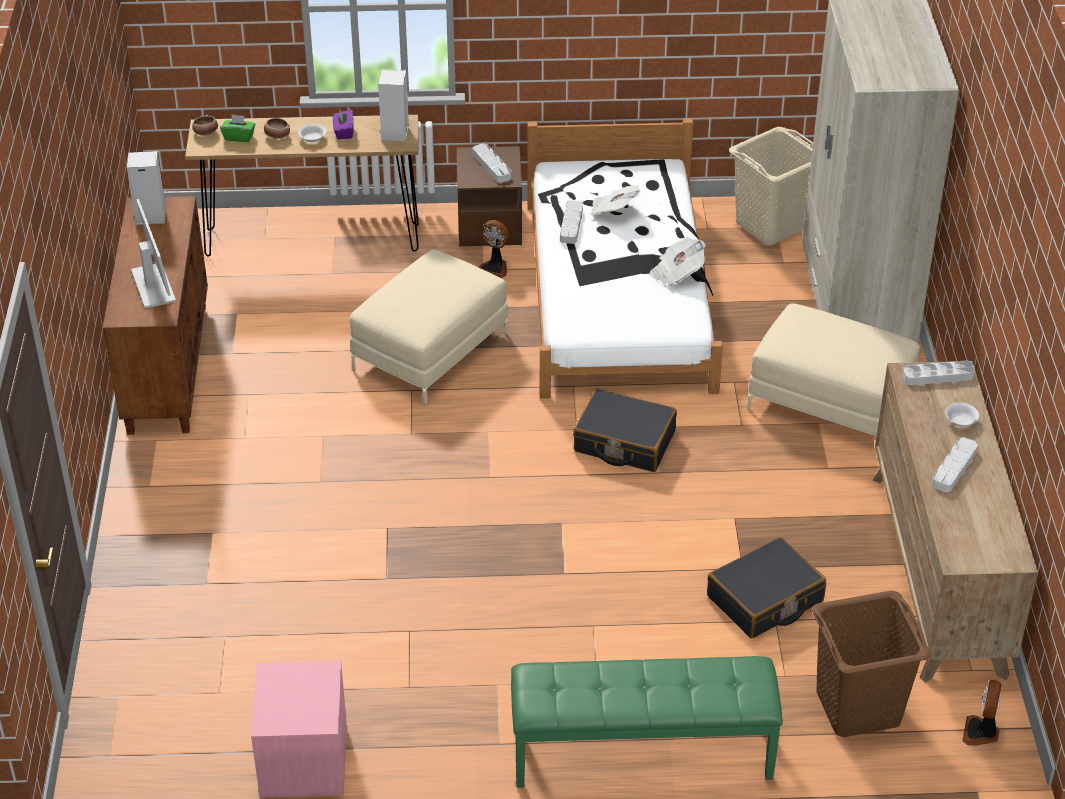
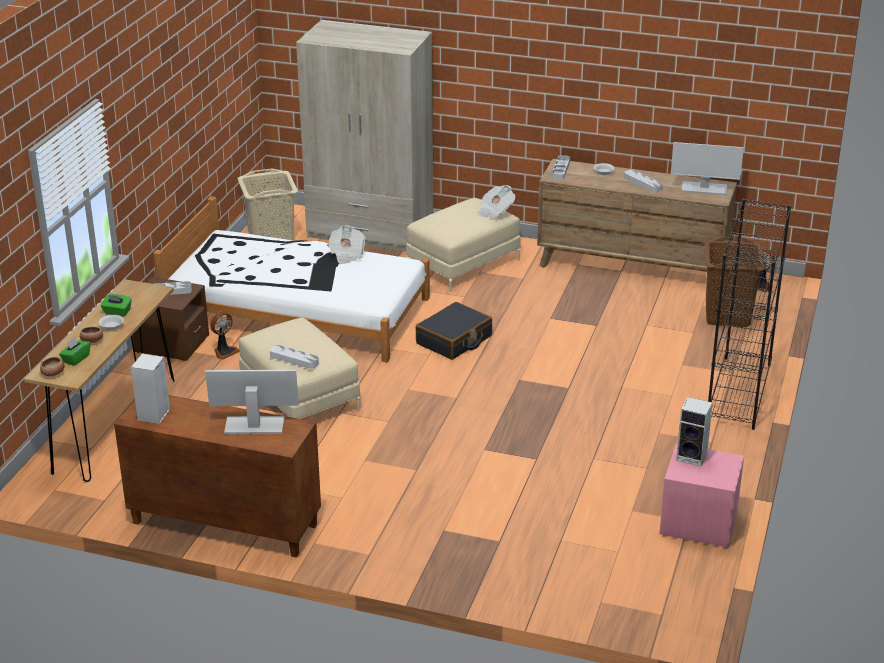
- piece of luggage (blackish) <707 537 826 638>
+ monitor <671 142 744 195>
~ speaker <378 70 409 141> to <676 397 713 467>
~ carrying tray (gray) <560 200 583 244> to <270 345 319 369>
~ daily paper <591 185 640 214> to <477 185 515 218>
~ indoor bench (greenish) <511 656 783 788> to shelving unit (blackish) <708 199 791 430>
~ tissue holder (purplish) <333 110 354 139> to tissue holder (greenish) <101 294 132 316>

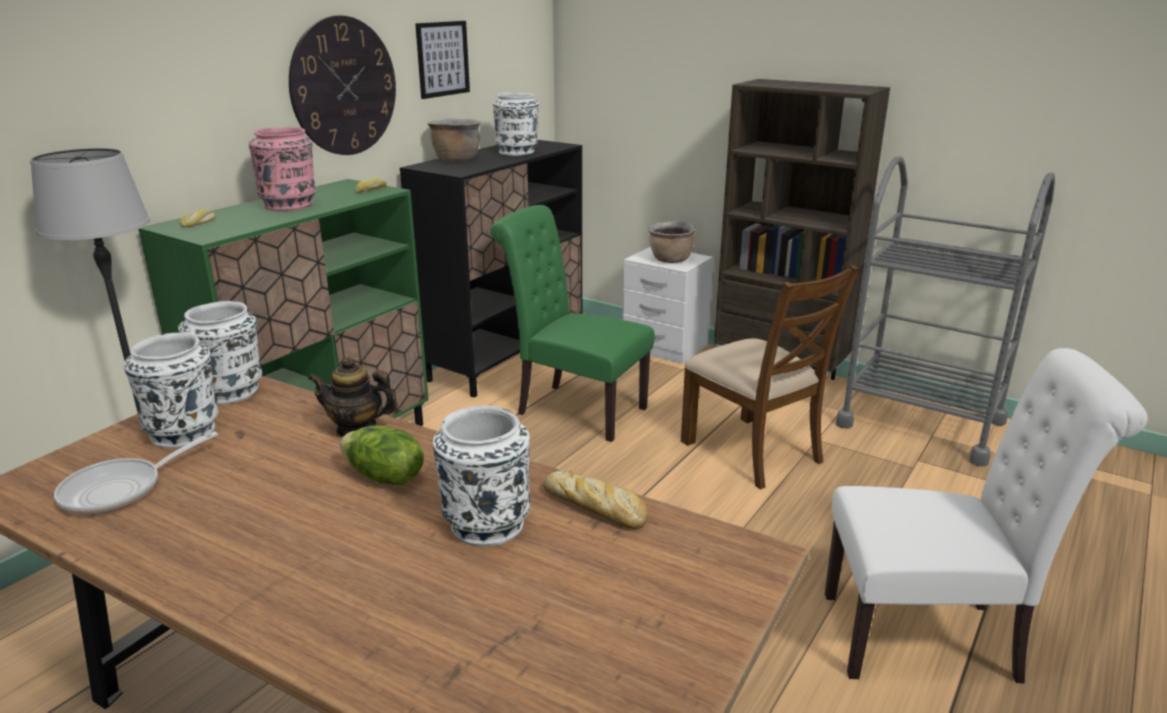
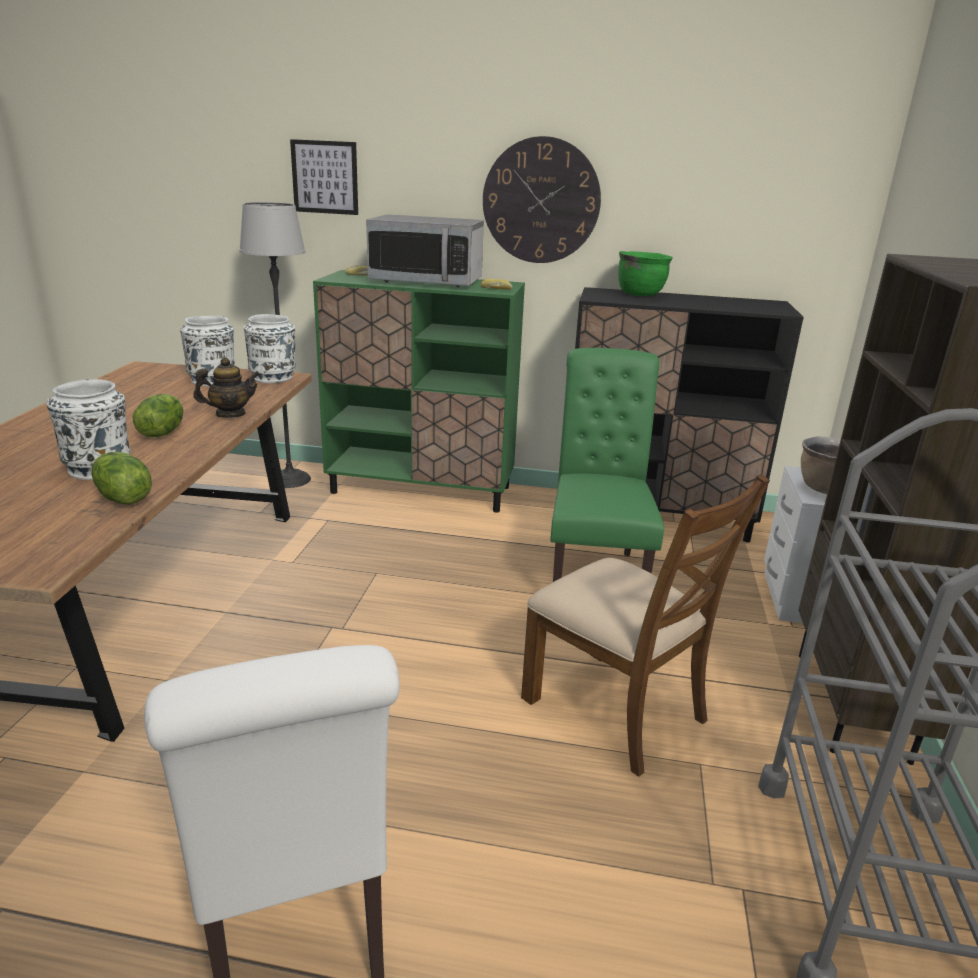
- skillet <54 432 218 515>
- decorative vase (whitish) <493 92 539 156>
~ wall picture <415 21 470 99> to <290 139 358 215>
~ decorative vase (pink) <249 127 316 211> to microwave <366 214 484 287>
~ bakery bread <544 470 648 529> to lettuce head <91 452 152 505>
~ cooking pot (brownish) <427 119 481 162> to cooking pot (greenish) <618 251 673 296>
~ teapot <308 357 397 437> = <193 357 260 418> 90 degrees clockwise
~ chair (brownish) <681 264 859 490> = <521 474 770 777> 75 degrees counterclockwise

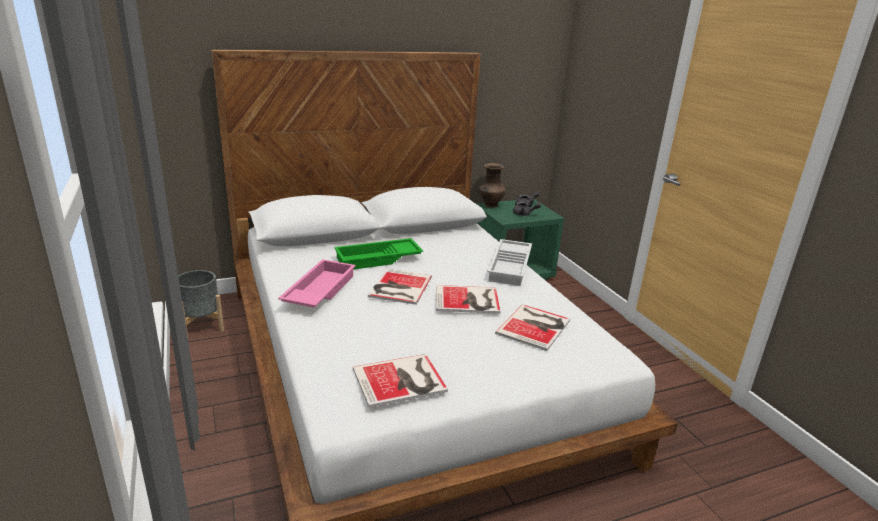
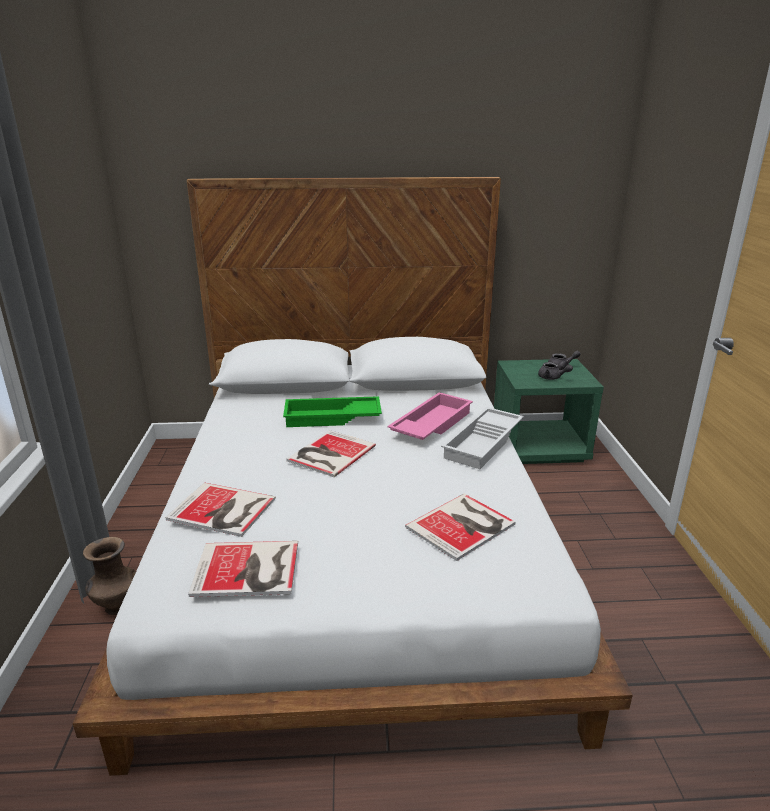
- planter (gray) <178 270 224 336>
~ carrying tray (pink) <278 259 356 308> to <388 392 473 440>
~ bound book <436 285 500 314> to <165 483 276 537>
~ decorative vase (brownish) <479 163 506 208> to <83 537 136 615>

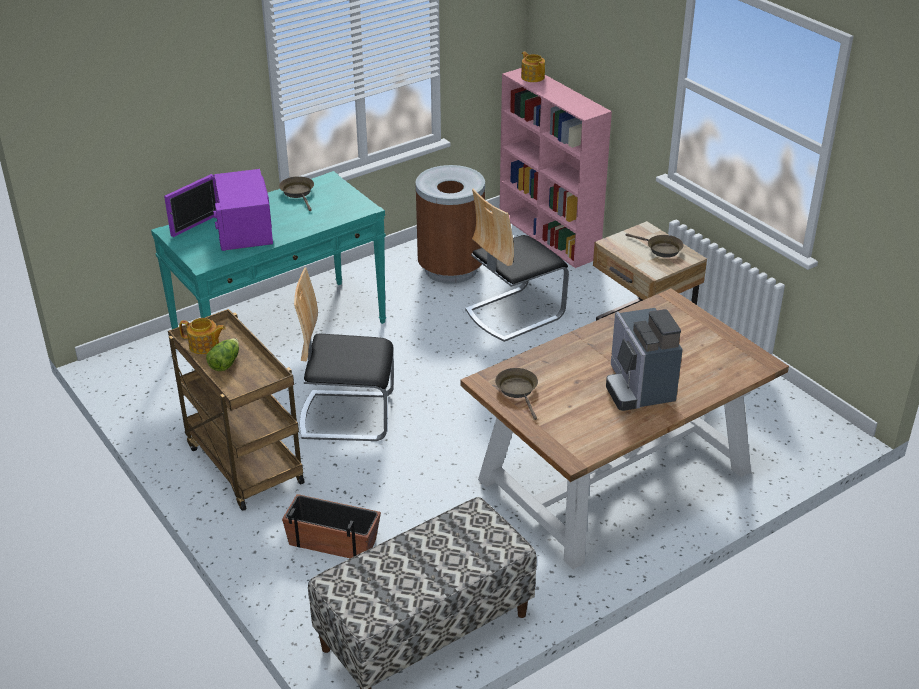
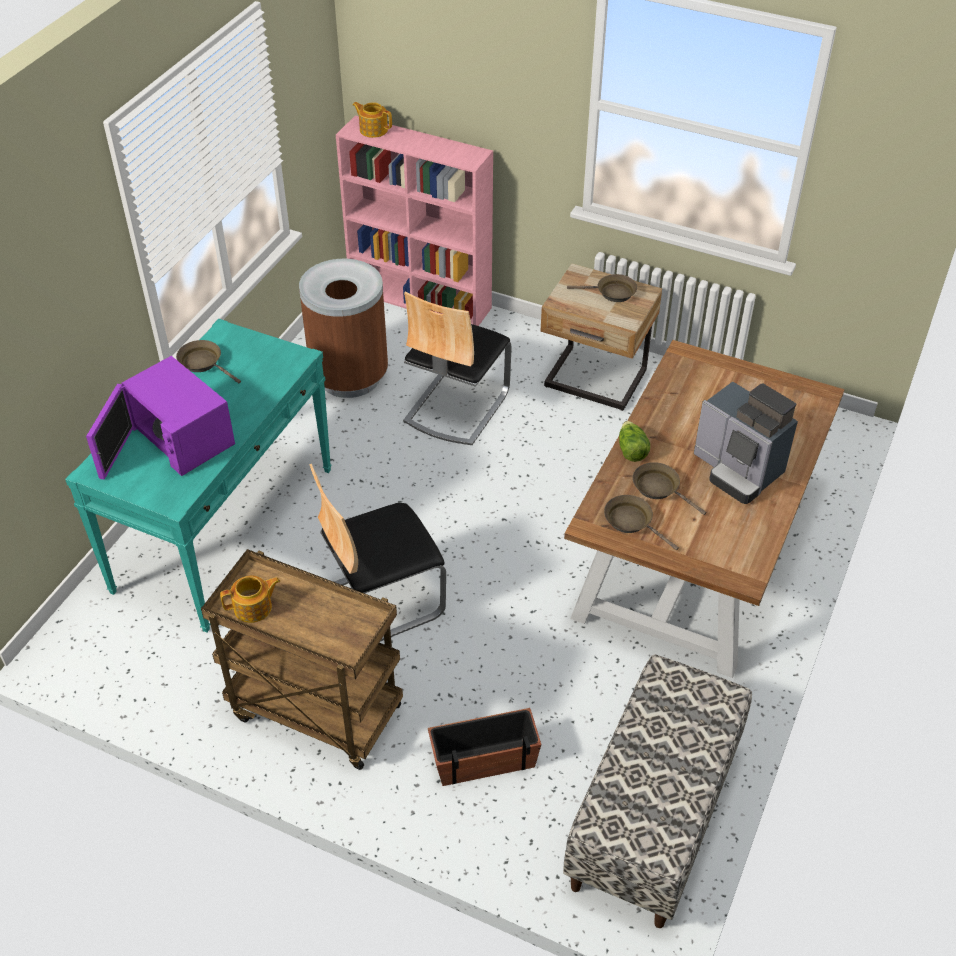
+ skillet (brownish) <632 462 706 515>
~ lettuce head <206 338 239 371> to <619 421 650 462>

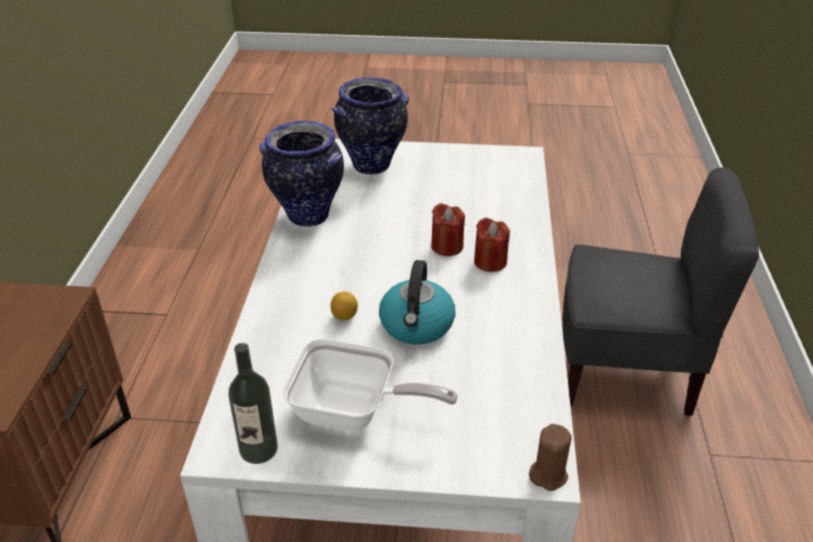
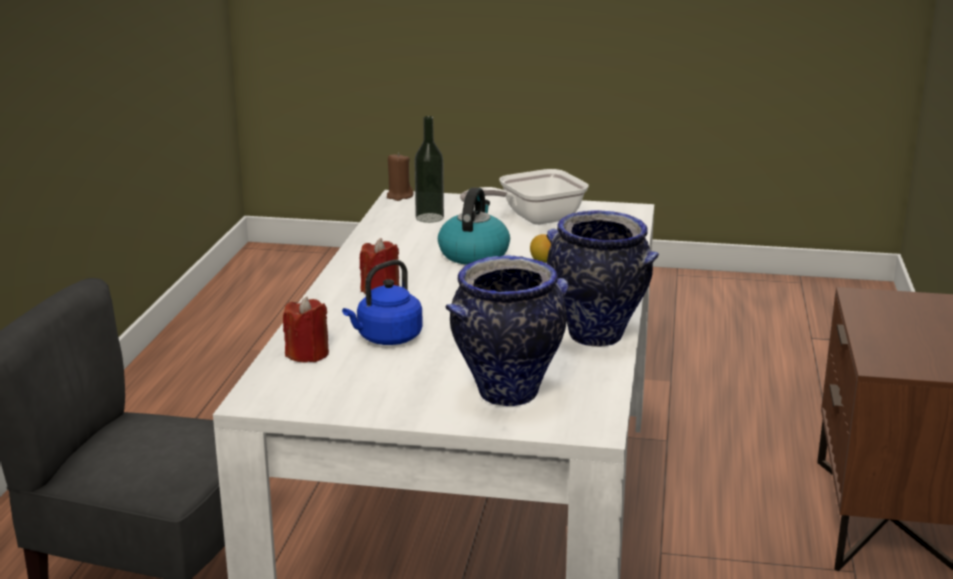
+ tea kettle (blue) <342 260 423 345>
~ beverage bottle <228 343 278 464> to <414 116 444 223>
~ candle (reddish) <431 203 465 256> to <283 297 329 362>
~ skillet <282 339 458 431> = <460 169 589 225> 45 degrees counterclockwise

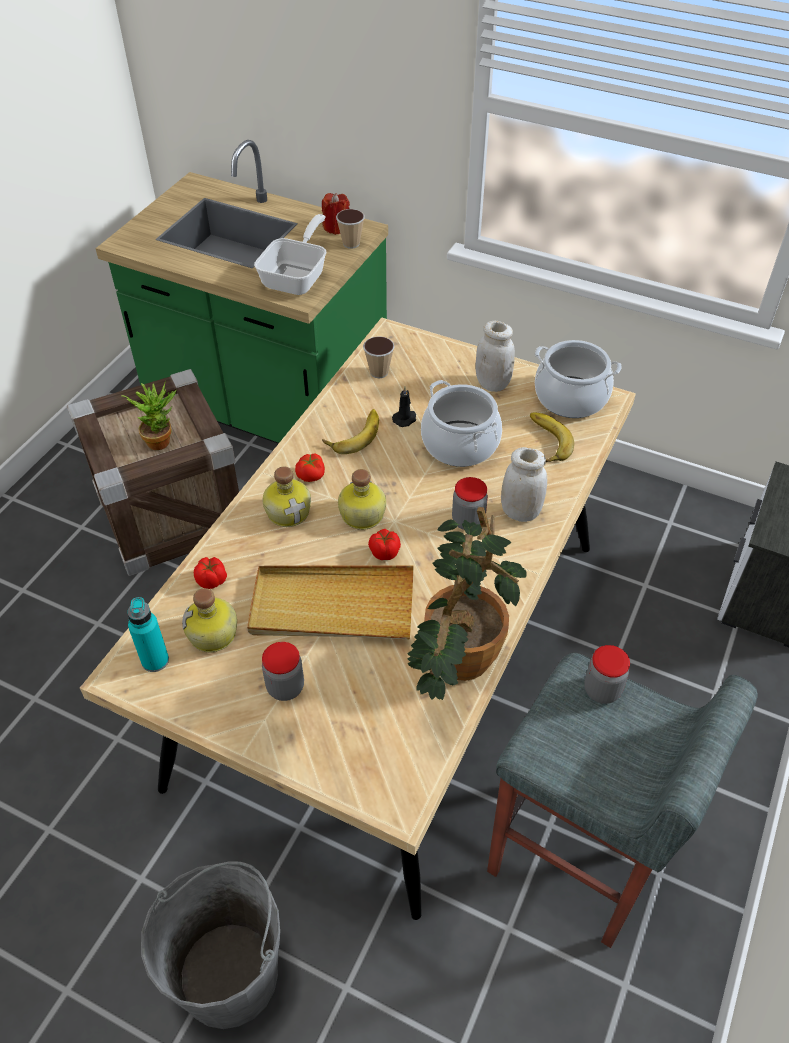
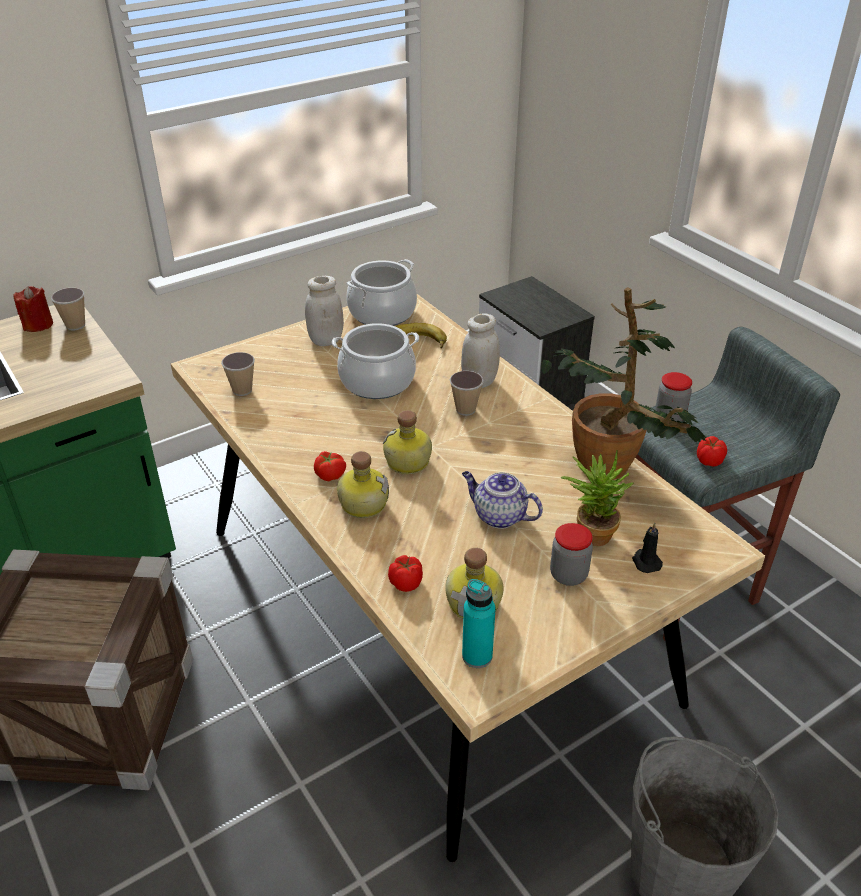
- skillet <254 214 327 295>
- banana <322 409 379 454>
~ plant in a pot <121 380 176 450> to <561 451 633 546>
~ fresh tomato <368 529 401 560> to <697 436 727 467>
~ candle (blackish) <392 387 416 427> to <632 523 663 573>
~ carrying tray (beige-coloured) <247 566 414 639> to teapot <462 471 543 529>
~ jar <452 477 488 530> to drinking cup <449 371 484 416>

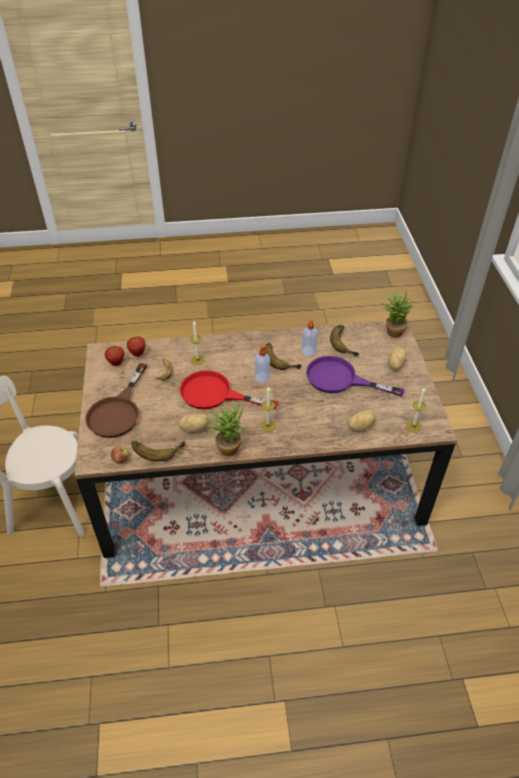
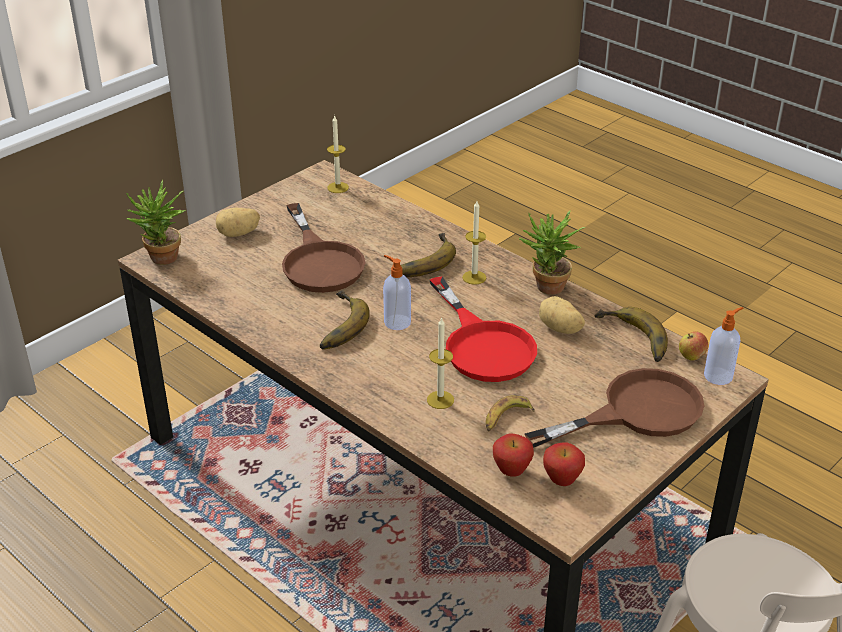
- spud <348 410 375 431>
~ soap bottle <302 319 318 356> to <704 307 743 385>
~ banana <330 325 359 356> to <401 233 456 277>
~ skillet (purplish) <306 356 404 396> to skillet (brownish) <282 203 366 293>

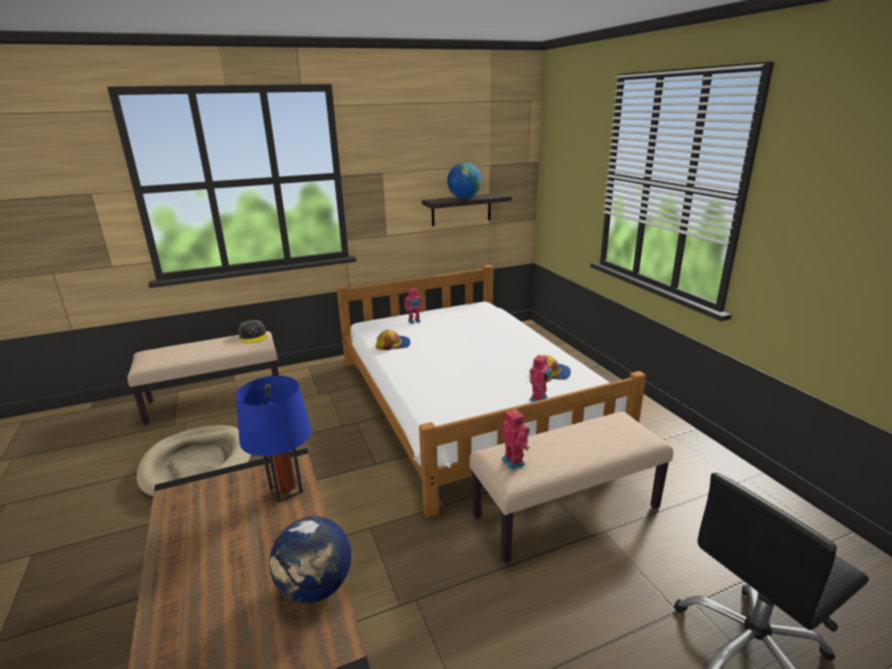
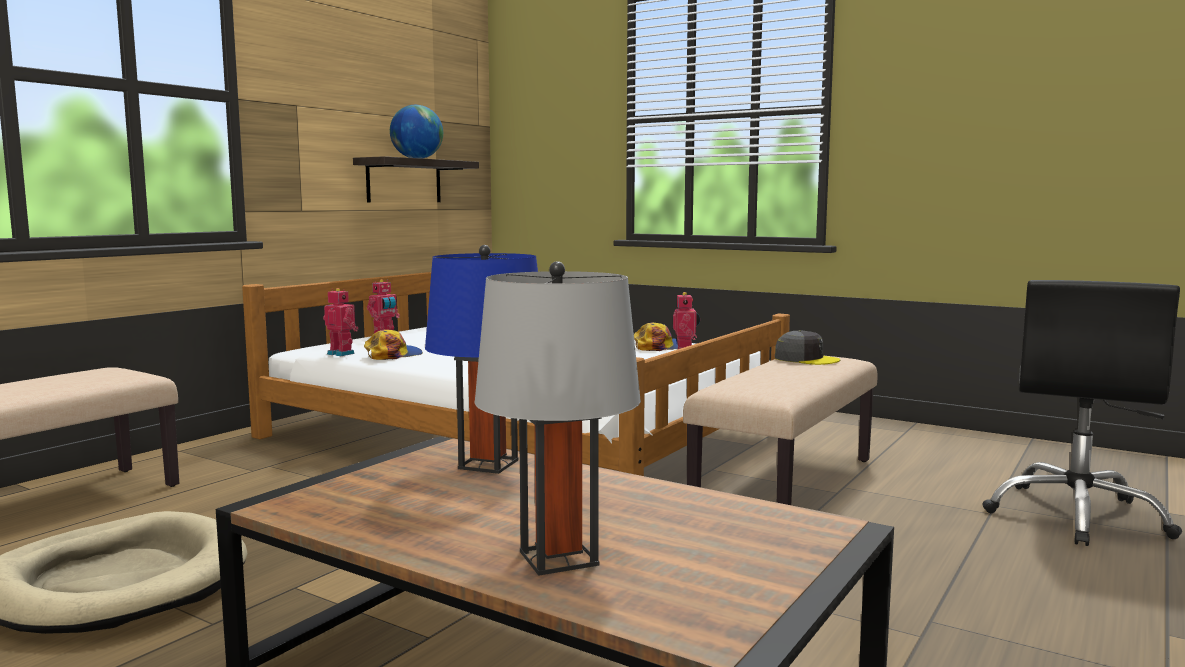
- globe <269 517 352 603>
+ lamp for a table (gray) <474 261 641 576>
~ peaked cap (gray) <239 320 267 343> to <775 330 841 365>
~ robot figure <502 408 530 470> to <323 288 358 356>

